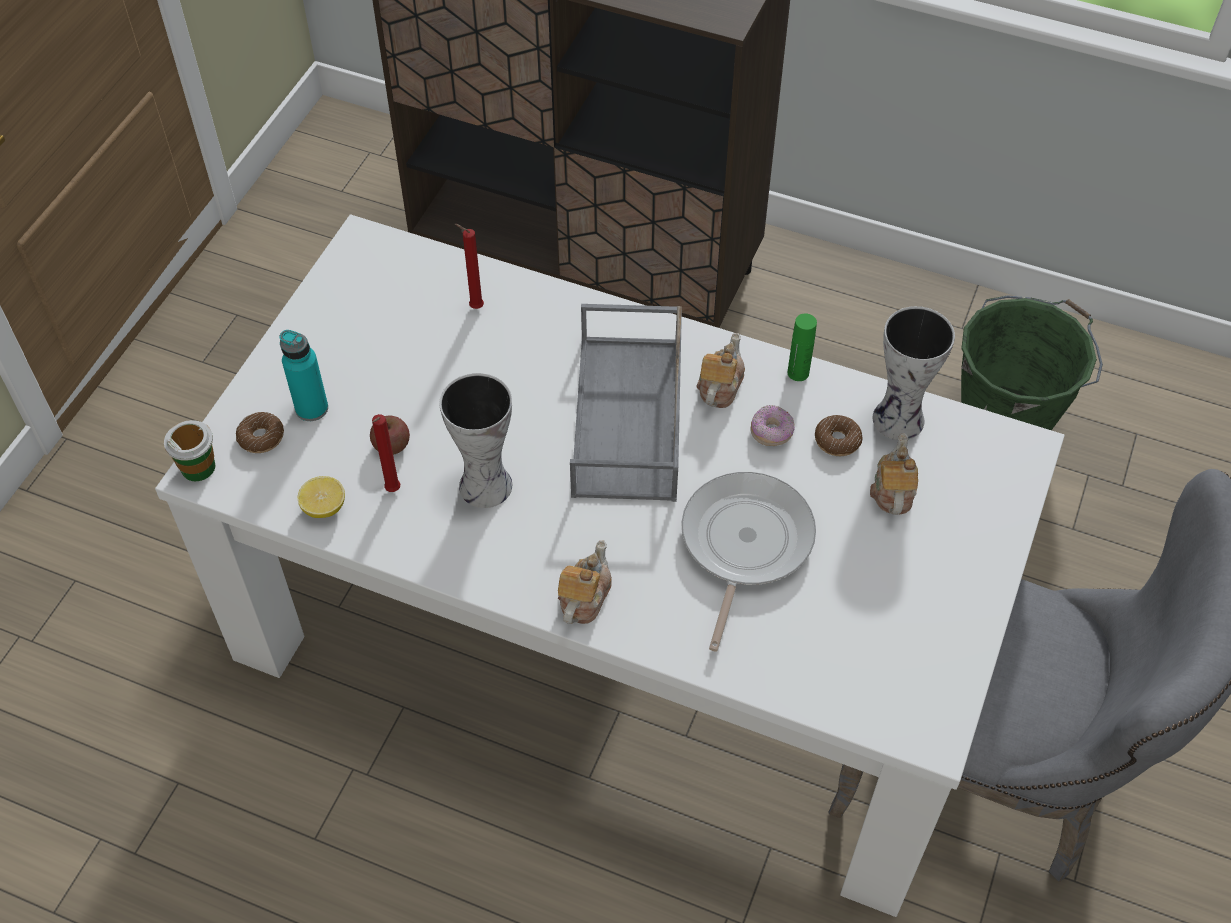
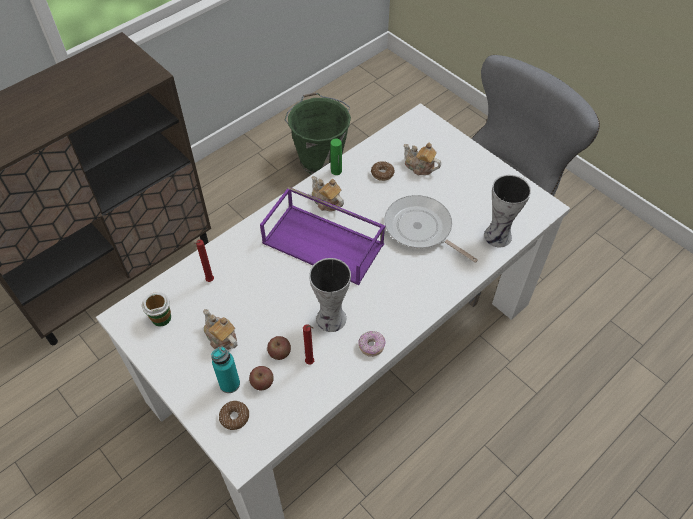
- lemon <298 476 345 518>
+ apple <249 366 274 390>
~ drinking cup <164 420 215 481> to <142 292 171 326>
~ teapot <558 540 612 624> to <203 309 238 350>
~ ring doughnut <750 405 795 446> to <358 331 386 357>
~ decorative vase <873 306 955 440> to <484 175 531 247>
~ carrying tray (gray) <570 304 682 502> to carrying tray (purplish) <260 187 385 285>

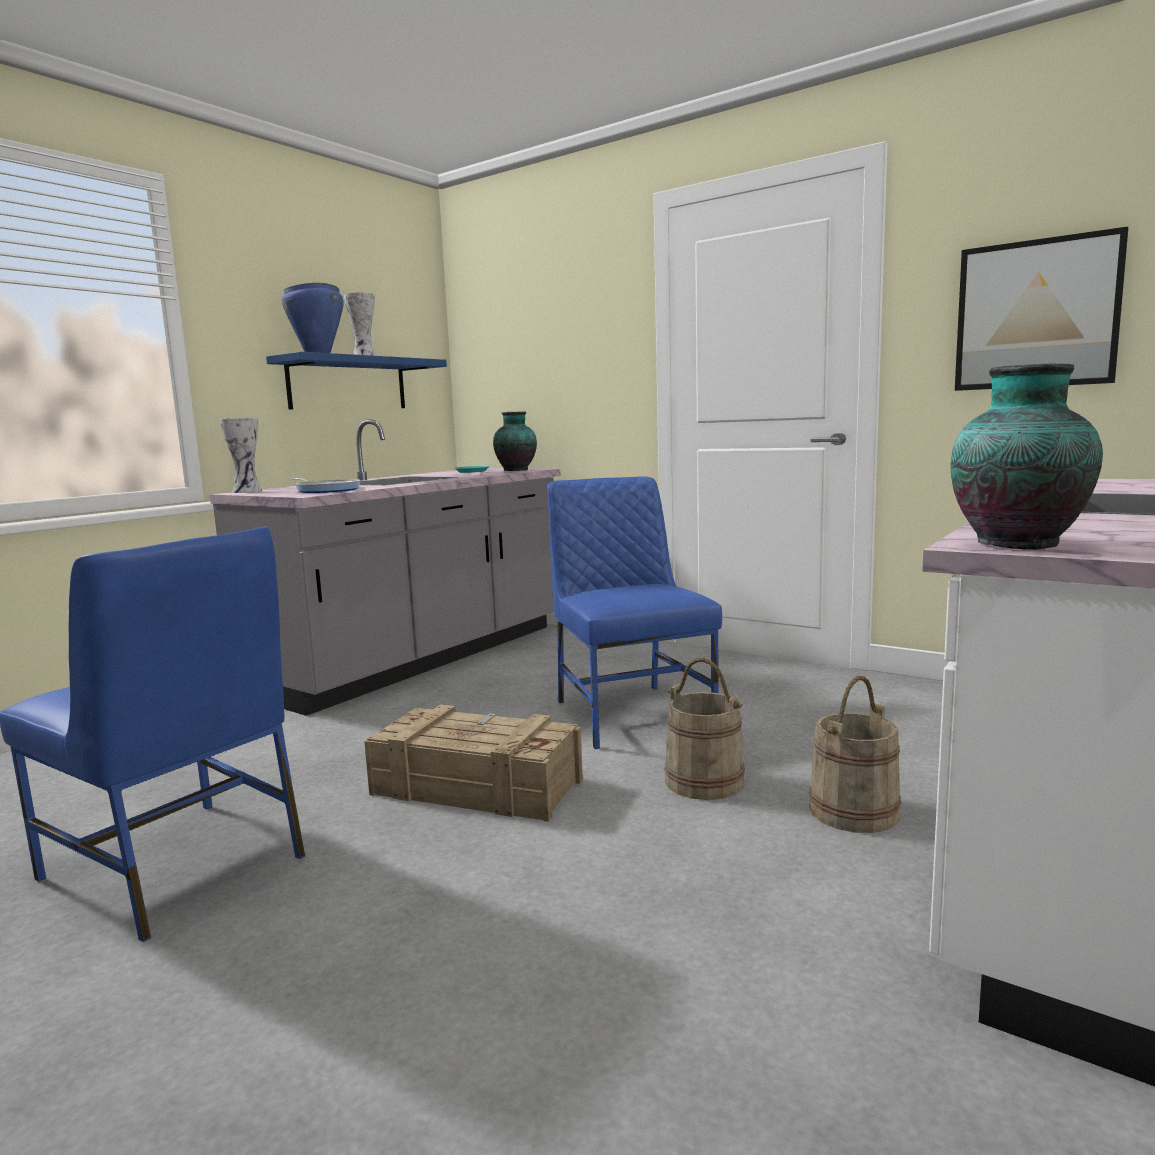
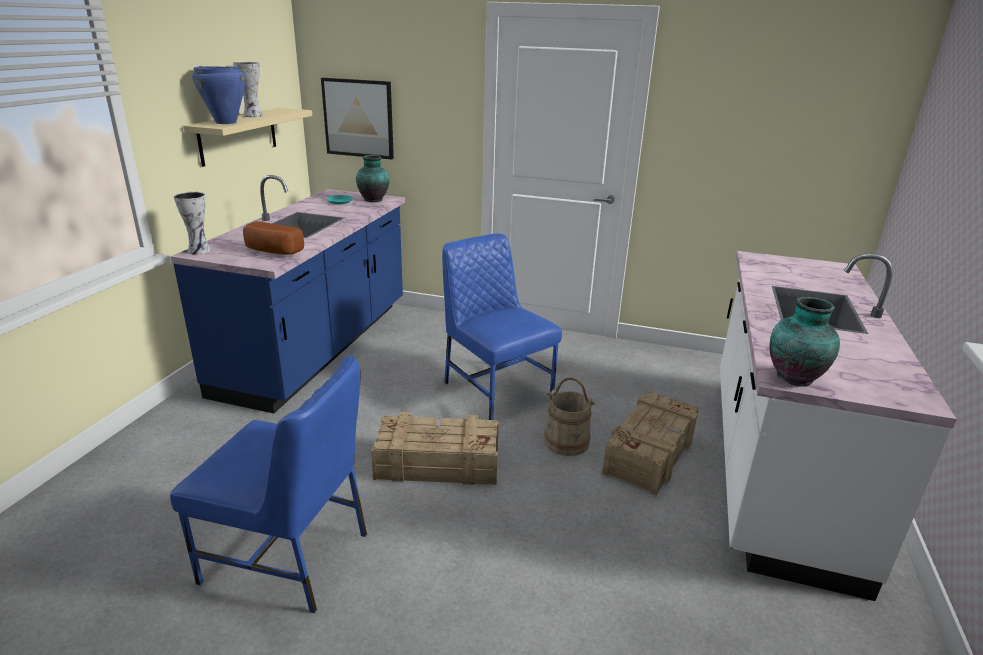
~ wall picture <955 227 1128 391> to <321 78 394 159>
~ skillet <292 478 360 493> to bakery bread <243 221 304 255>
~ bucket (beige-coloured) <809 676 902 833> to shipping crate <602 392 699 495>
~ counter (gray) <209 419 561 716> to counter (blue) <170 175 405 413>
~ wall shelf (blue) <266 352 447 410> to wall shelf (beige-coloured) <183 108 312 167>

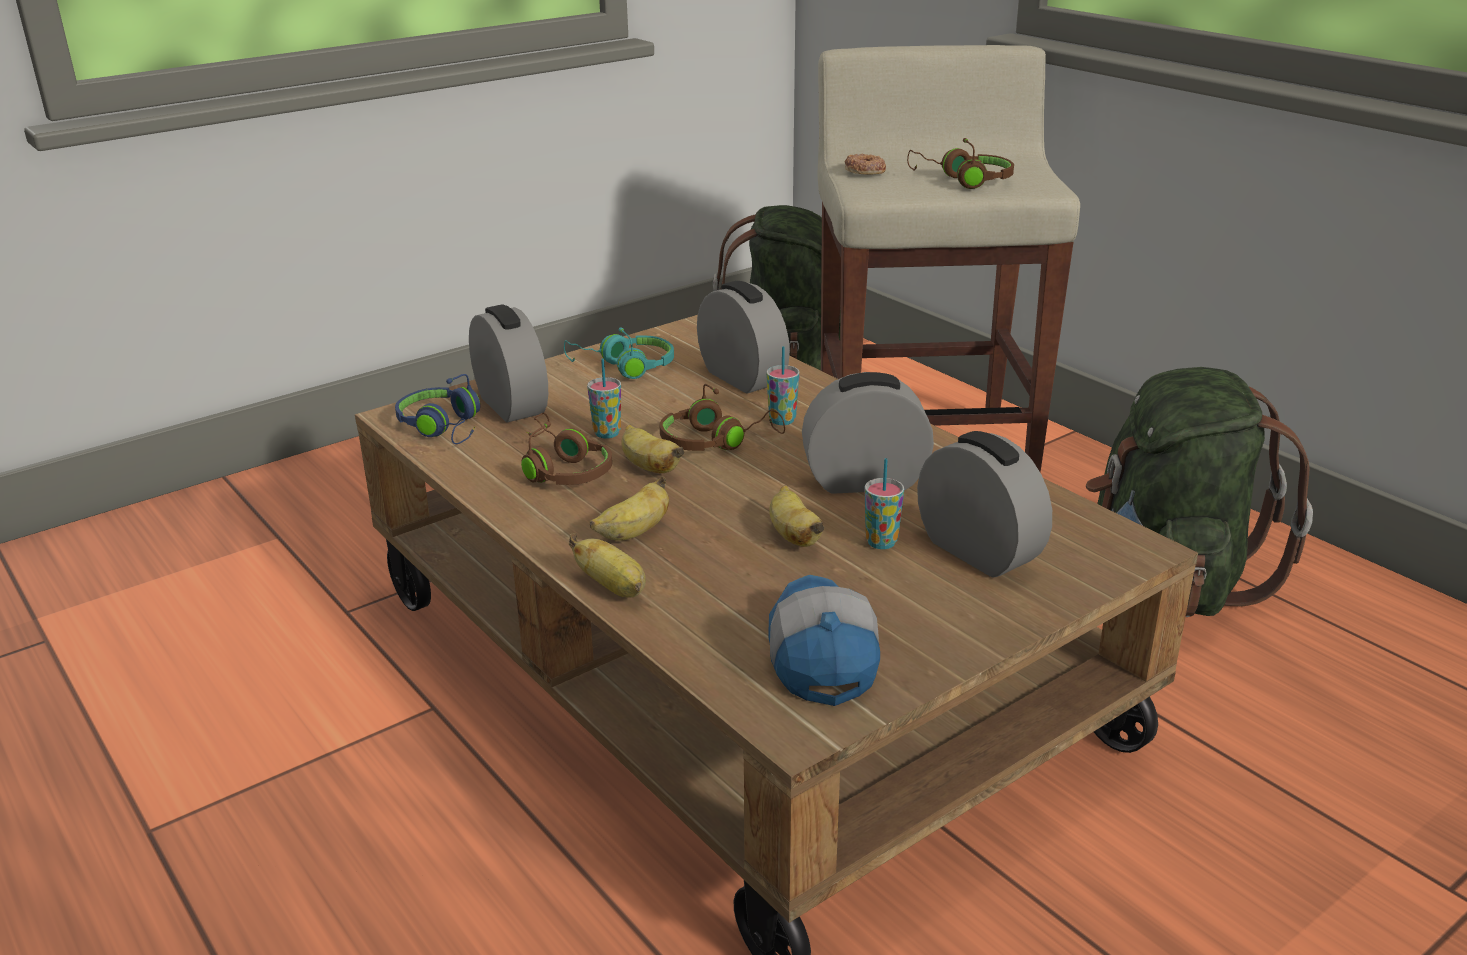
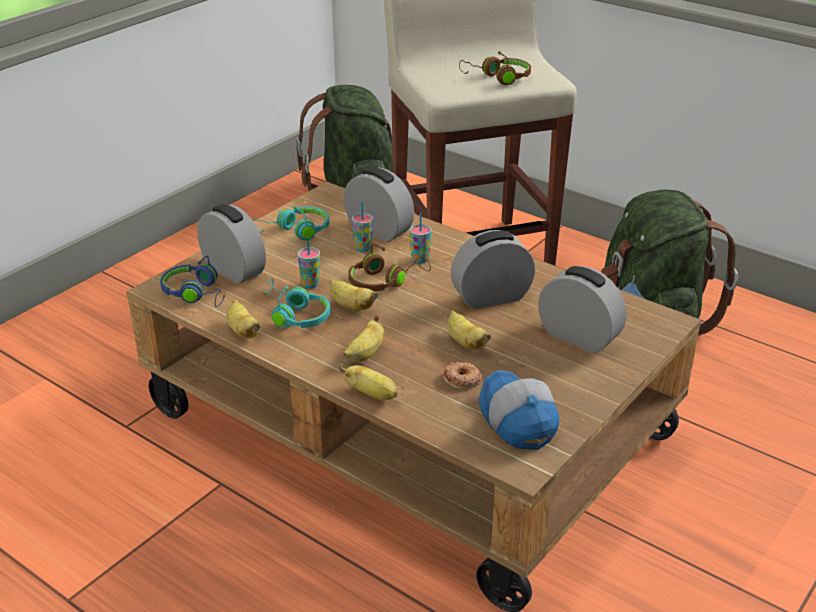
+ banana <226 299 261 338>
~ ring doughnut <845 153 886 174> to <443 361 482 389>
~ drinking cup <865 458 904 549> to <352 202 373 252>
~ headphones (brownish) <521 413 612 485> to headphones (turquoise) <263 277 331 328>

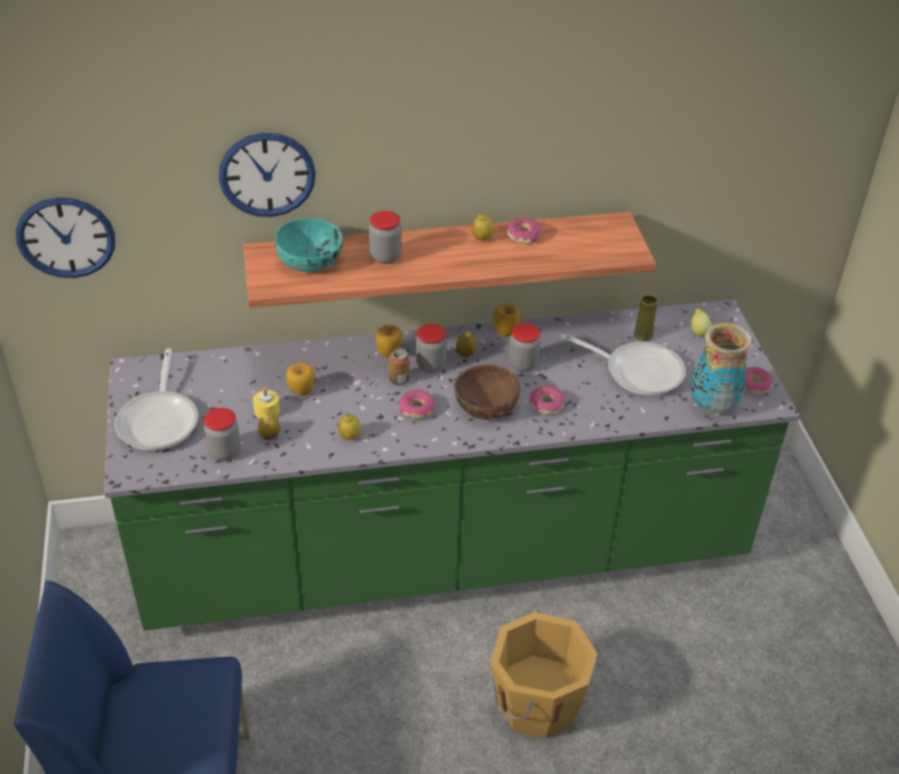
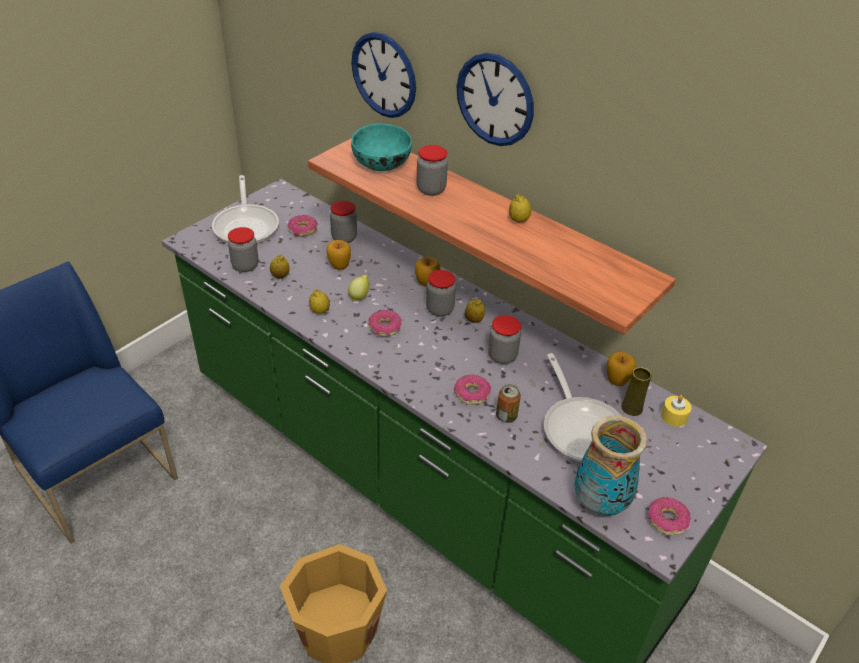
- deep dish (brownish) <454 364 520 420>
+ jar <330 201 357 243>
~ wall clock <16 197 115 278> to <456 53 534 146>
~ candle (yellow) <253 388 280 419> to <661 395 691 427>
~ can <389 348 410 385> to <496 384 521 423>
~ apple <494 304 520 337> to <607 352 636 386>
~ ring doughnut <507 217 542 244> to <287 215 318 237>
~ lemon <691 308 712 337> to <348 275 369 301>
~ skillet <114 349 198 451> = <212 175 279 244> 60 degrees counterclockwise

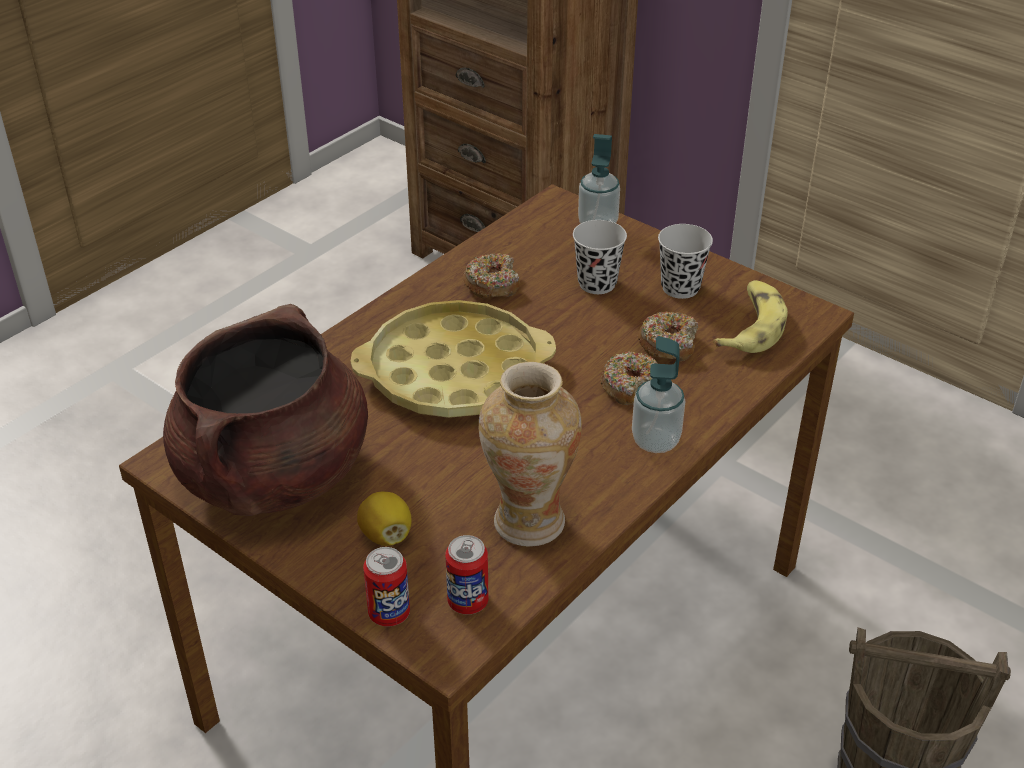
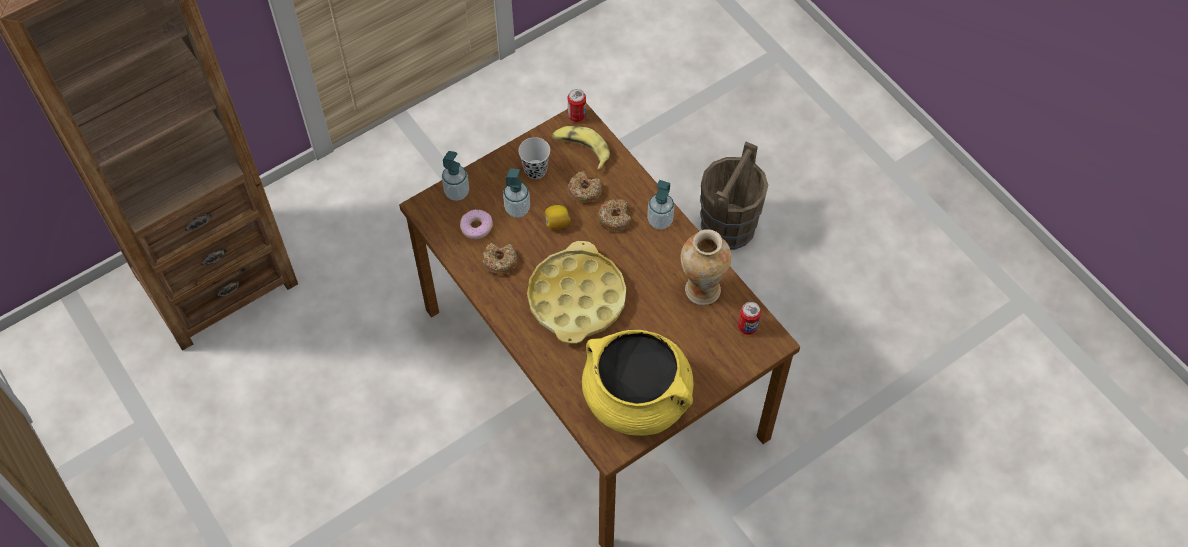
+ ring doughnut <460 209 493 239>
~ lemon <357 492 412 546> to <545 205 571 230>
~ can <363 547 410 627> to <568 89 586 122>
~ drinking cup (blackish) <573 220 627 294> to soap bottle <503 168 530 218>
~ cooking pot (brownish) <163 304 368 516> to cooking pot (yellow) <582 330 694 436>

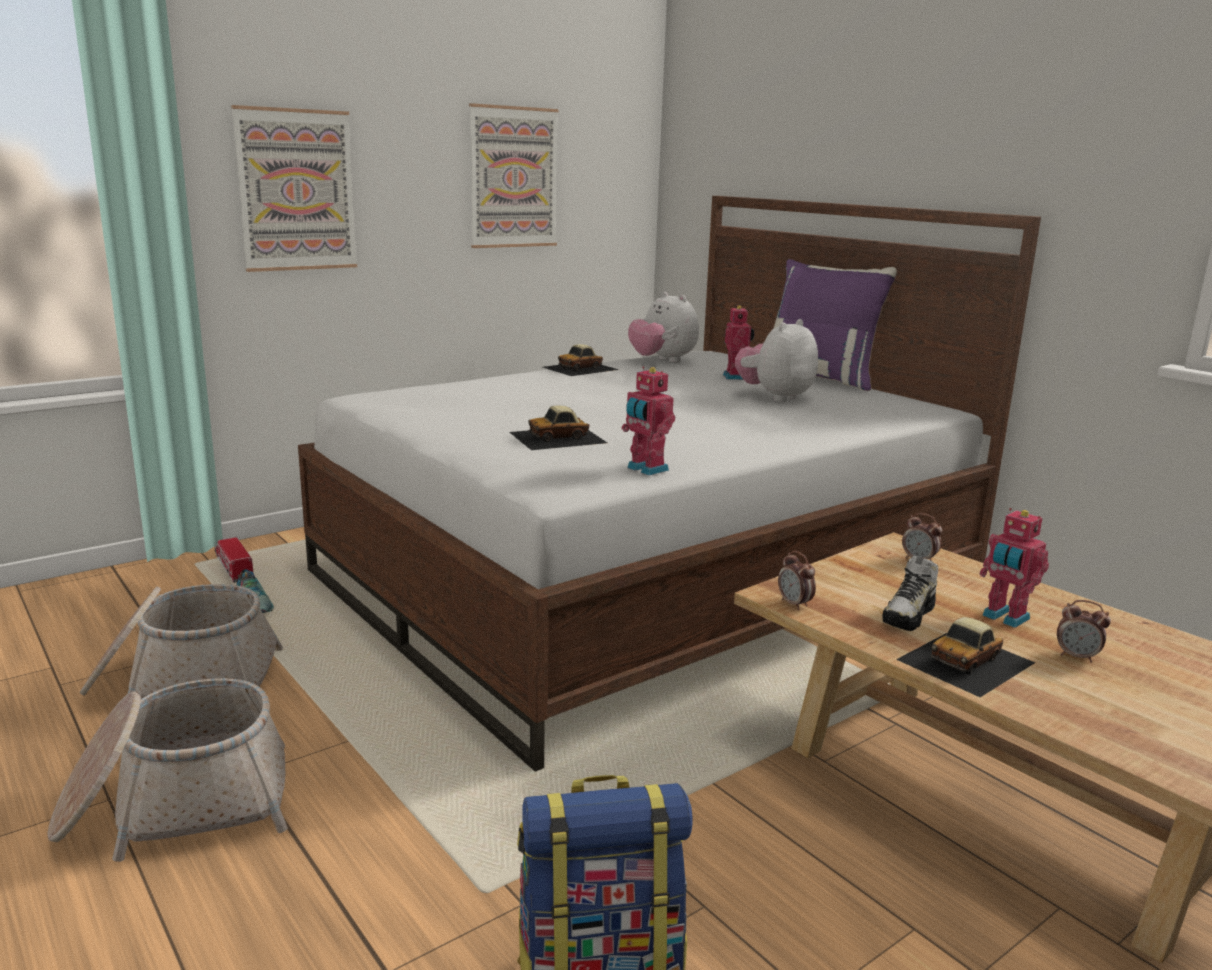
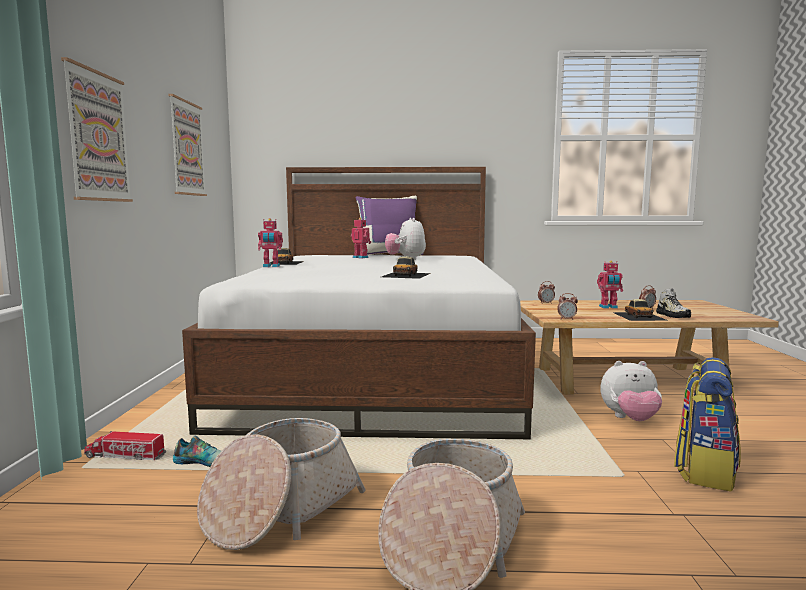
~ robot figure <622 367 675 476> to <258 218 283 267>
~ plush toy <628 292 699 363> to <601 361 662 421>
~ item of footwear <882 555 938 631> to <656 289 691 318>

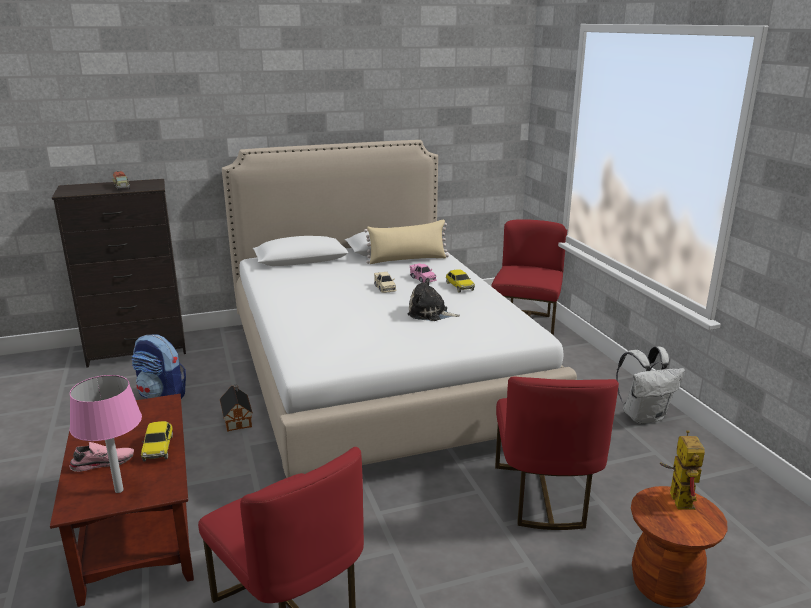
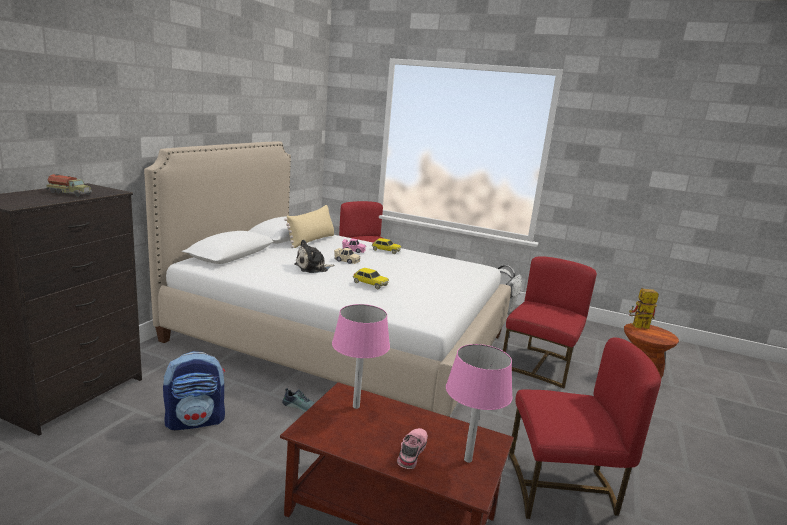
+ lamp for a table (pink) <332 304 390 409>
~ model car <141 421 173 462> to <353 268 389 290>
~ plush toy <408 278 460 321> to <294 240 334 273>
~ model house <220 384 253 432> to item of footwear <282 388 315 412>
~ chair (reddish) <495 376 619 530> = <503 256 597 388> 105 degrees counterclockwise
~ robot figure <660 430 705 510> = <629 288 659 329> 45 degrees counterclockwise

